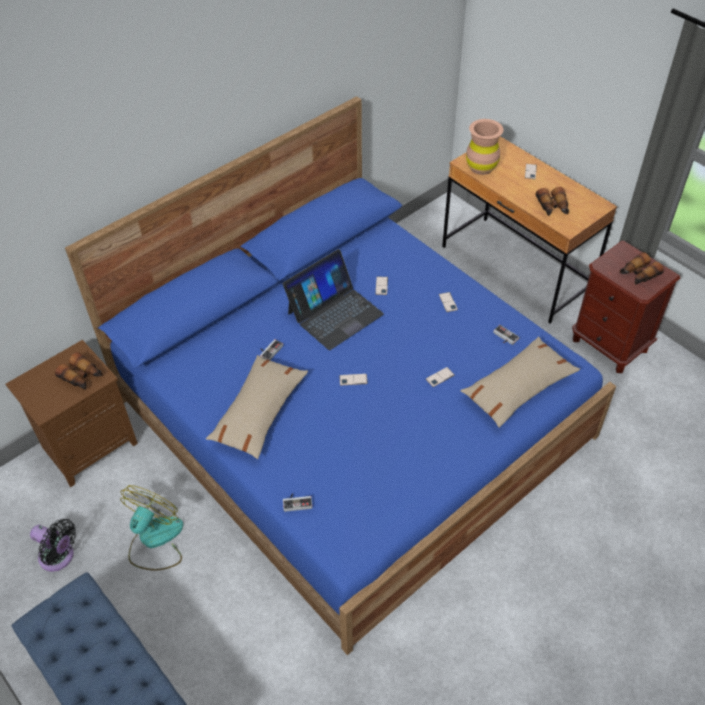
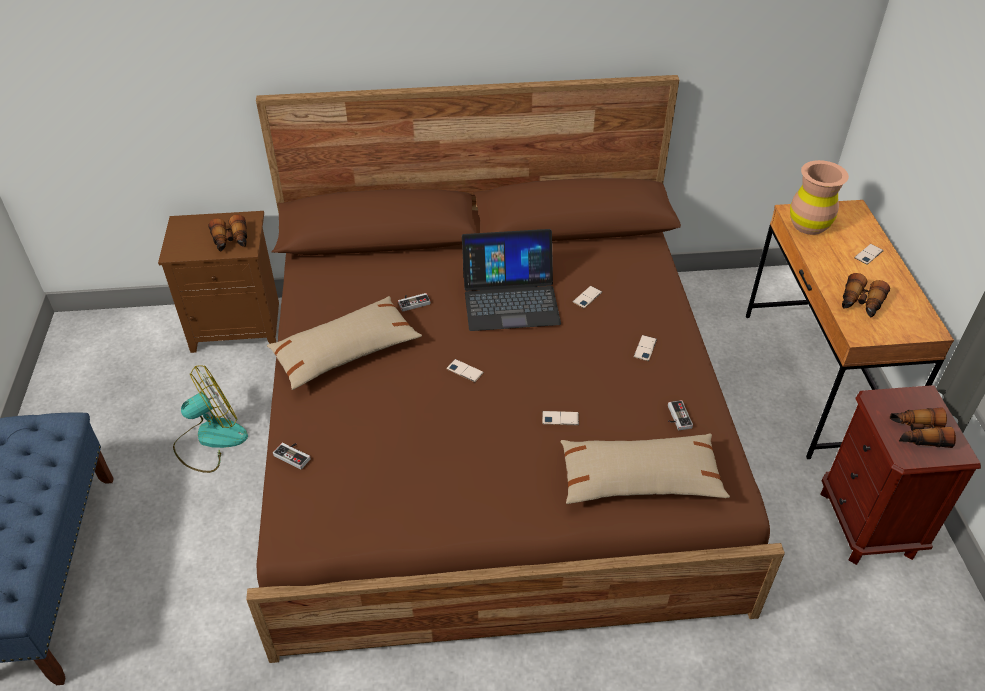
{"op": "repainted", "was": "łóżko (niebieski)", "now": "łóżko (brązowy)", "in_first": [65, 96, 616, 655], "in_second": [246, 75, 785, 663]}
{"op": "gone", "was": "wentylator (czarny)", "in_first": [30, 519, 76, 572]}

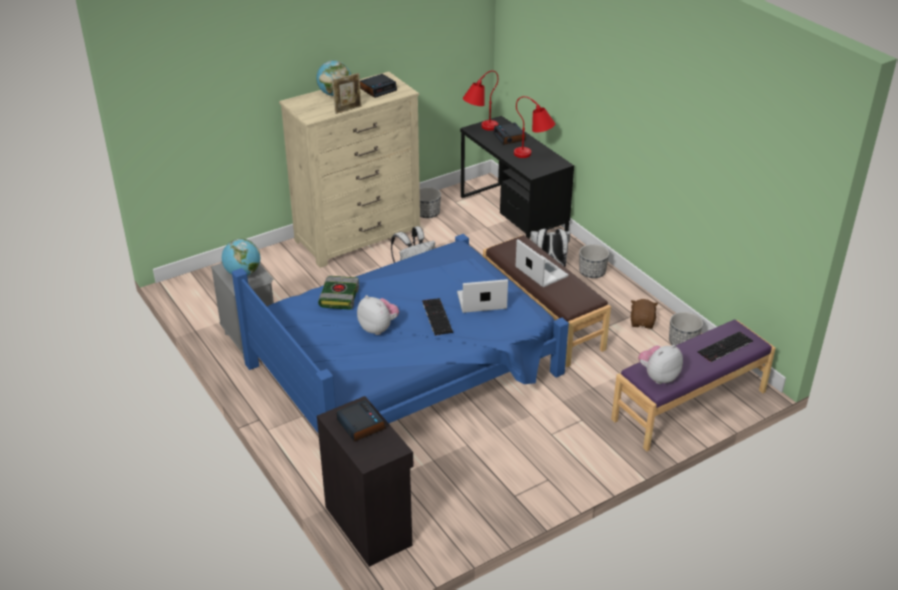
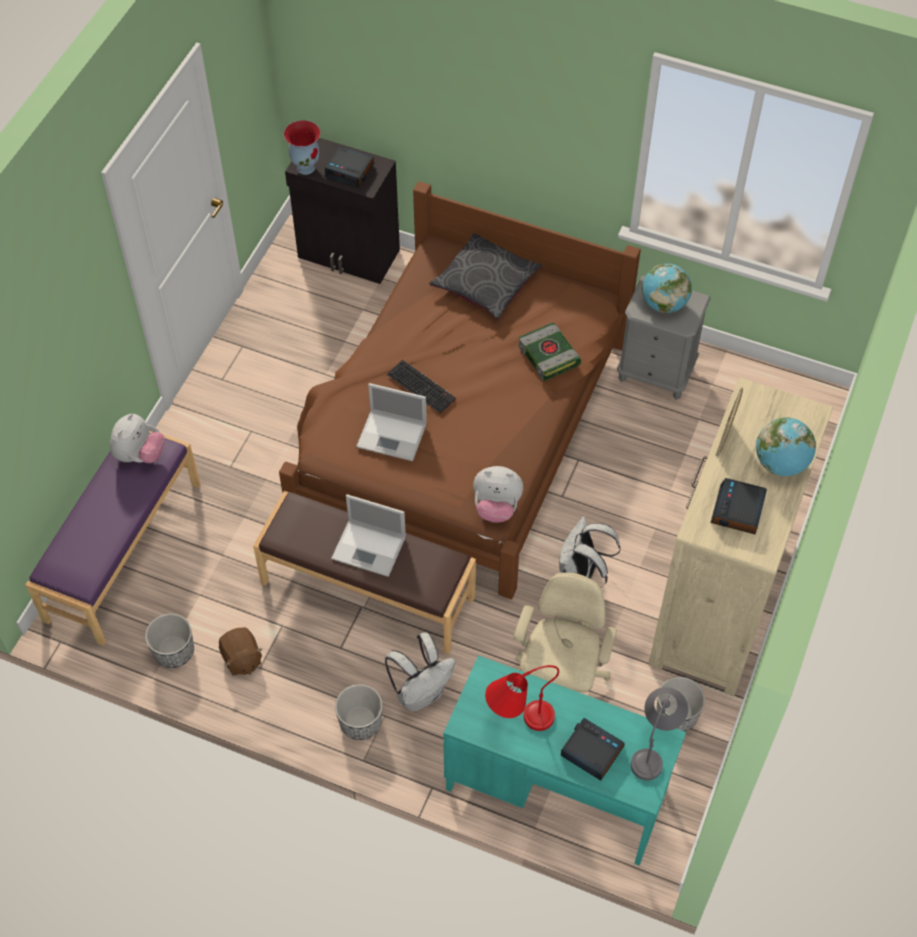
{"op": "repainted", "was": "lampa stołowa (czerwony)", "now": "lampa stołowa (szary)", "in_first": [463, 70, 498, 131], "in_second": [631, 687, 688, 780]}
{"op": "repainted", "was": "biurko (czarny)", "now": "biurko (turkusowy)", "in_first": [460, 116, 574, 239], "in_second": [443, 655, 686, 866]}
{"op": "repainted", "was": "łóżko (niebieski)", "now": "łóżko (brązowy)", "in_first": [232, 234, 569, 433], "in_second": [279, 181, 641, 599]}
{"op": "rotated", "was": "laptop", "in_first": [457, 279, 508, 313], "in_second": [356, 383, 427, 461], "clockwise": 60}
{"op": "shifted", "was": "pluszak", "in_first": [357, 295, 399, 335], "in_second": [473, 466, 523, 523]}
{"op": "gone", "was": "klawiatura", "in_first": [698, 331, 753, 362]}
{"op": "new", "now": "wazon", "in_second": [284, 120, 320, 175]}
{"op": "new", "now": "poduszka (szary)", "in_second": [429, 233, 542, 320]}
{"op": "new", "now": "krzesło biurowe (beżowy)", "in_second": [514, 573, 617, 692]}

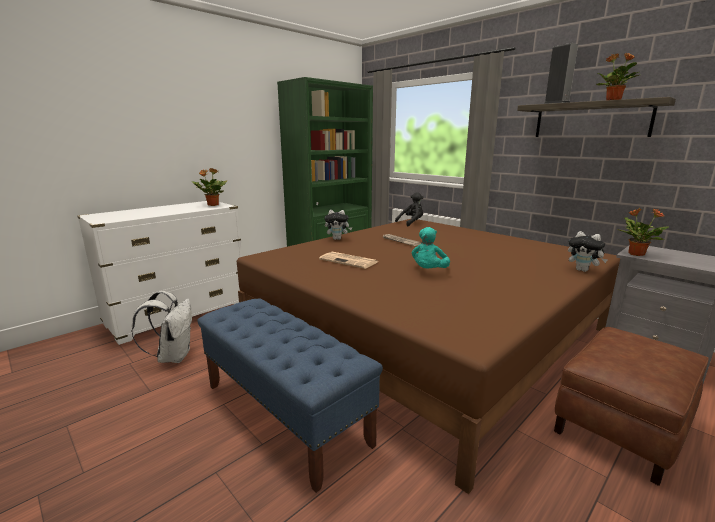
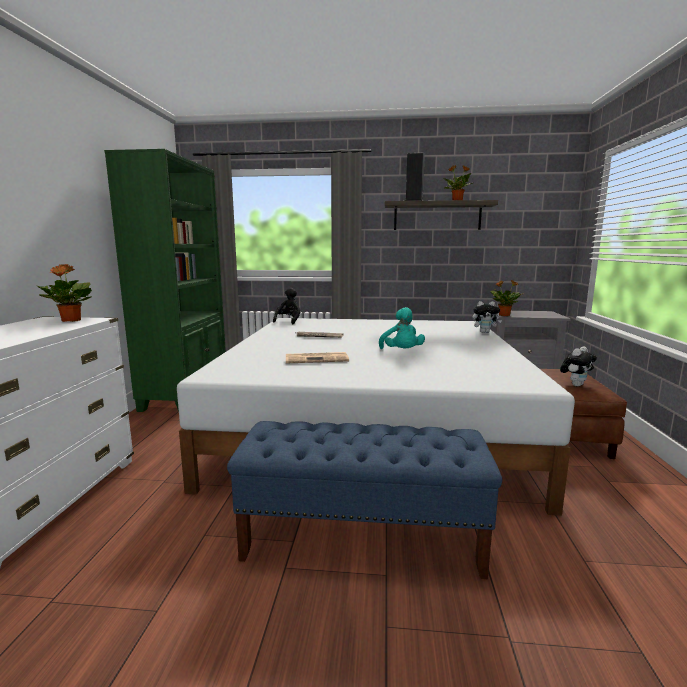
{"op": "shifted", "was": "pluszak", "in_first": [325, 210, 352, 240], "in_second": [560, 346, 597, 387]}
{"op": "repainted", "was": "łóżko (brązowy)", "now": "łóżko (biały)", "in_first": [237, 219, 620, 494], "in_second": [177, 318, 575, 516]}
{"op": "gone", "was": "plecak (biały)", "in_first": [131, 291, 192, 363]}

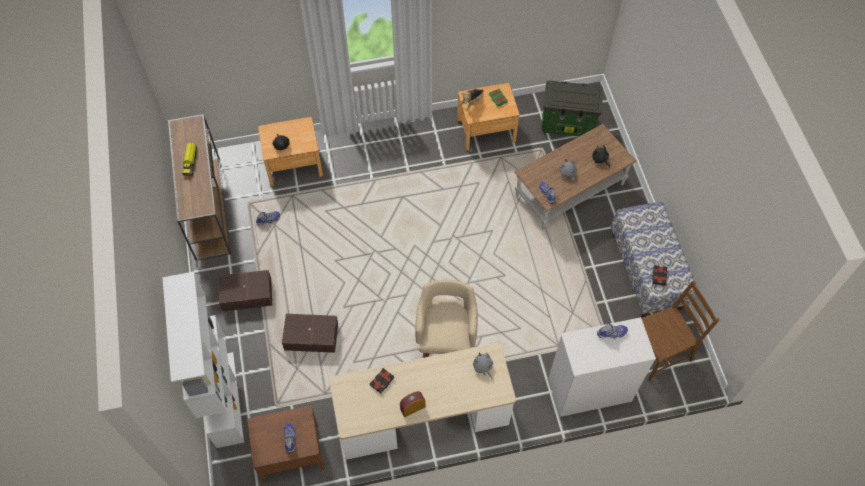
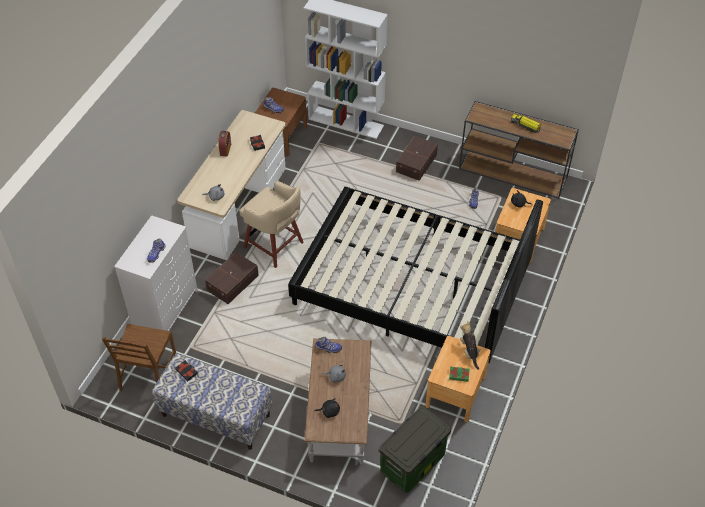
{"op": "shifted", "was": "pojemnik do przechowywania (brązowy)", "in_first": [282, 314, 338, 353], "in_second": [205, 252, 259, 304]}
{"op": "new", "now": "łóżko (czarny)", "in_second": [288, 187, 543, 364]}

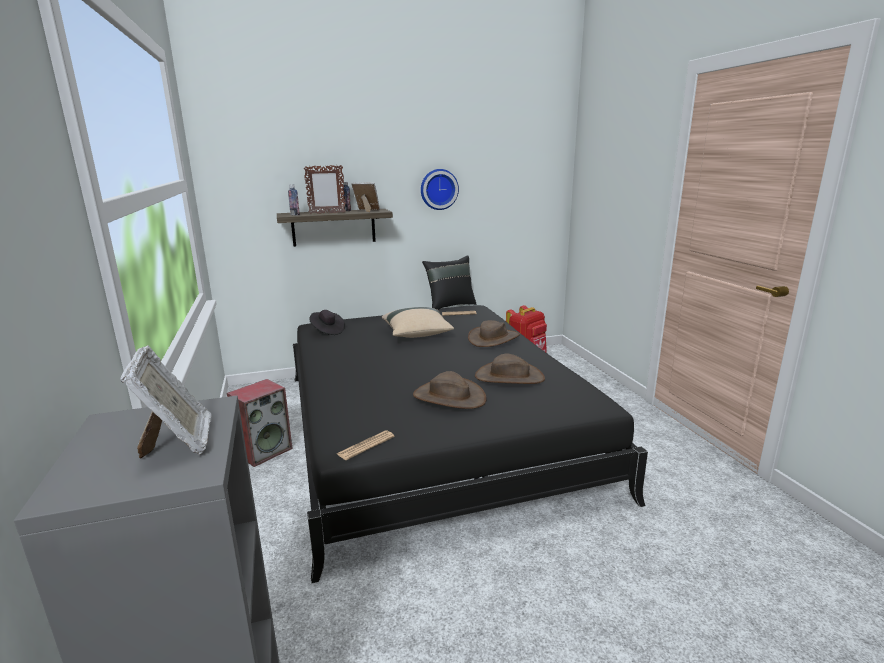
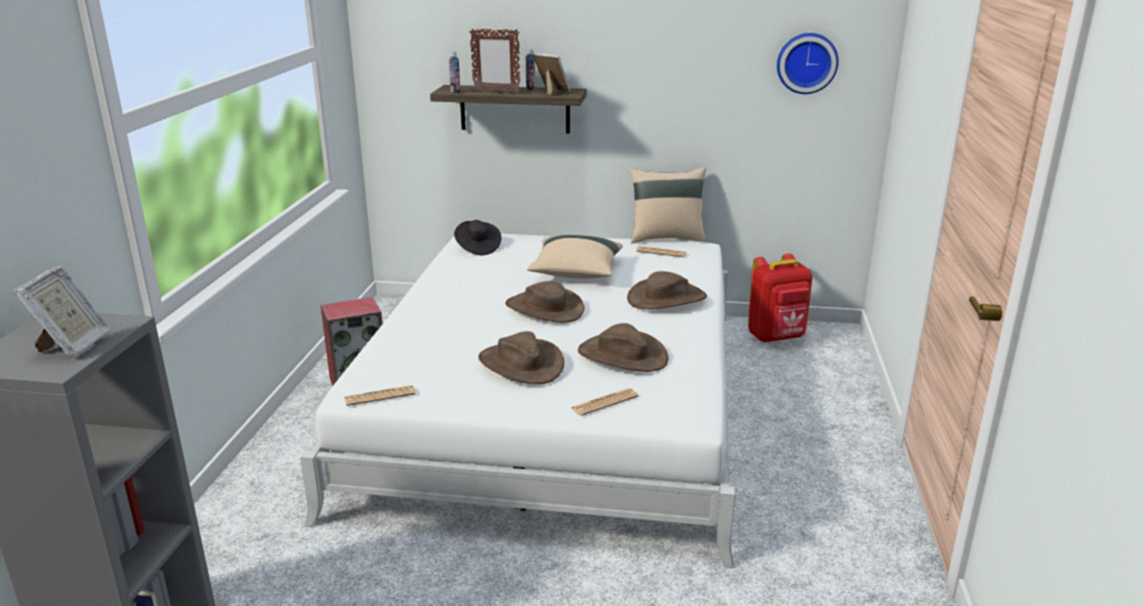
{"op": "shifted", "was": "zegar ścienny", "in_first": [421, 169, 459, 210], "in_second": [777, 33, 839, 94]}
{"op": "repainted", "was": "poduszka (czarny)", "now": "poduszka (beżowy)", "in_first": [422, 255, 476, 310], "in_second": [629, 167, 706, 244]}
{"op": "repainted", "was": "łóżko (czarny)", "now": "łóżko (biały)", "in_first": [293, 305, 648, 583], "in_second": [300, 234, 735, 568]}
{"op": "new", "now": "kapelusz (brązowy)", "in_second": [505, 281, 584, 323]}
{"op": "new", "now": "gazeta", "in_second": [571, 388, 638, 416]}

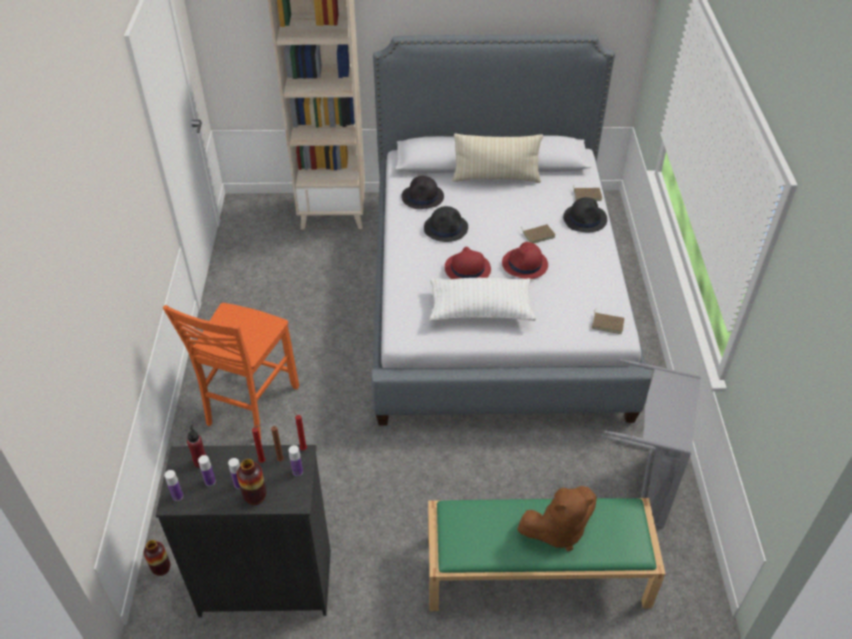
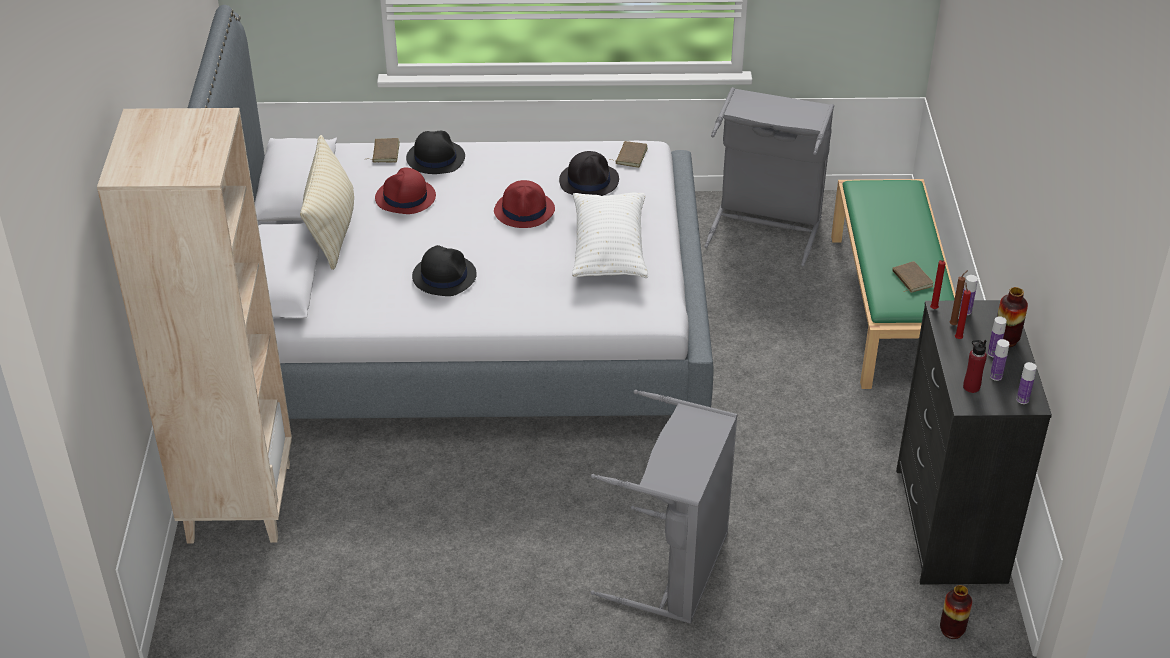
{"op": "shifted", "was": "kapelusz (czarny)", "in_first": [401, 176, 444, 209], "in_second": [559, 151, 619, 196]}
{"op": "shifted", "was": "książka (brązowy)", "in_first": [521, 225, 556, 243], "in_second": [892, 261, 934, 293]}
{"op": "shifted", "was": "kapelusz (czerwony)", "in_first": [445, 247, 491, 279], "in_second": [375, 167, 436, 214]}
{"op": "swapped", "was": "krzesło (pomarańczowy)", "now": "kosz na pranie (szary)", "in_first": [163, 303, 299, 440], "in_second": [591, 390, 738, 624]}
{"op": "gone", "was": "pluszak (brązowy)", "in_first": [517, 486, 597, 551]}

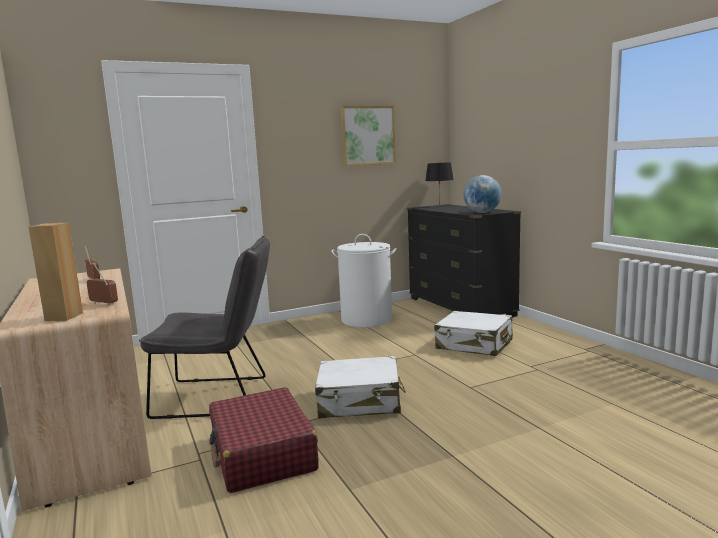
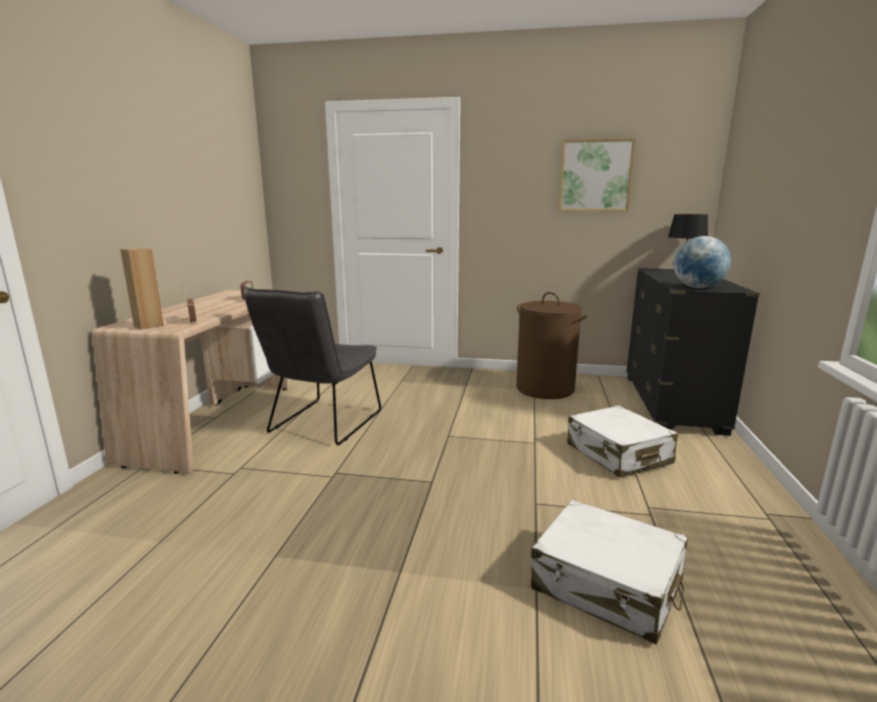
{"op": "repainted", "was": "kosz na pranie (biały)", "now": "kosz na pranie (brązowy)", "in_first": [332, 234, 397, 328], "in_second": [516, 292, 587, 399]}
{"op": "rotated", "was": "krzesło (szary)", "in_first": [139, 236, 270, 419], "in_second": [244, 287, 381, 445], "clockwise": 75}
{"op": "shifted", "was": "walizka (biały)", "in_first": [315, 356, 406, 418], "in_second": [531, 500, 688, 644]}
{"op": "gone", "was": "walizka (czerwony)", "in_first": [209, 387, 319, 493]}

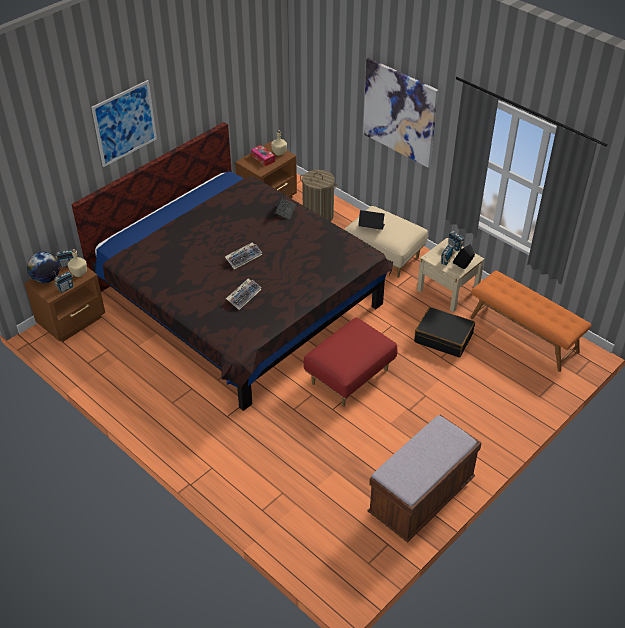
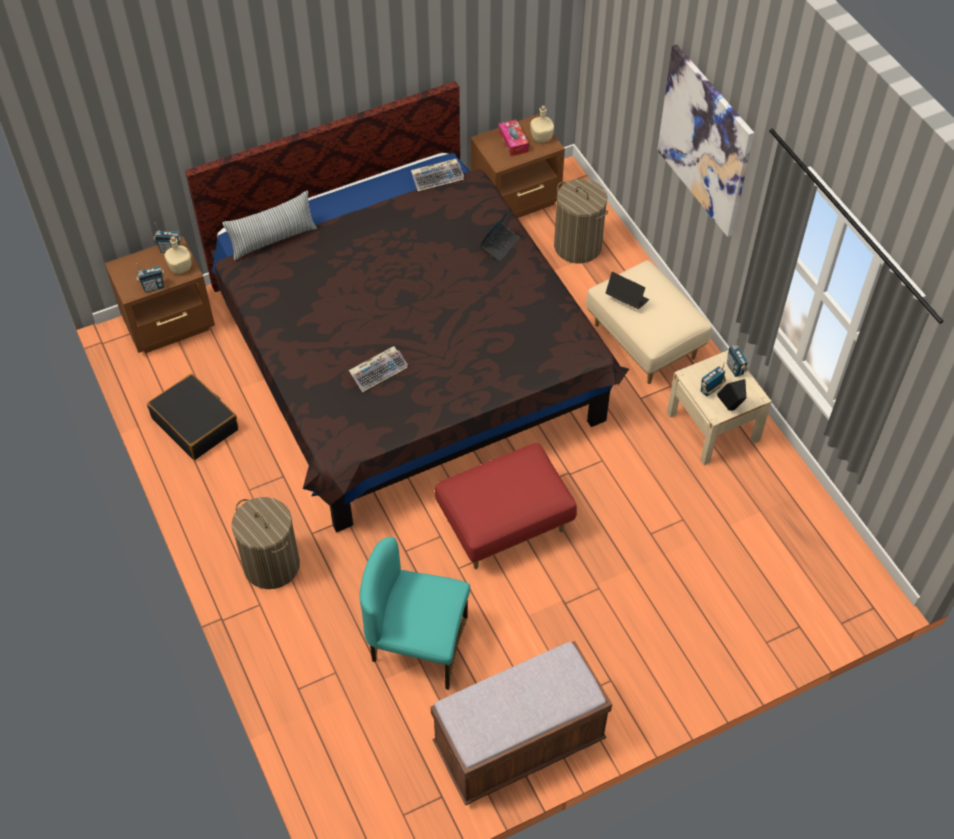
{"op": "gone", "was": "obraz", "in_first": [91, 80, 157, 167]}
{"op": "shifted", "was": "klawiatura", "in_first": [225, 242, 262, 270], "in_second": [411, 159, 464, 191]}
{"op": "gone", "was": "globus", "in_first": [27, 252, 60, 283]}
{"op": "gone", "was": "ławka (pomarańczowy)", "in_first": [470, 270, 591, 372]}
{"op": "shifted", "was": "walizka (czarny)", "in_first": [414, 307, 475, 357], "in_second": [147, 374, 238, 460]}
{"op": "new", "now": "poduszka", "in_second": [222, 191, 317, 261]}
{"op": "new", "now": "kosz na pranie", "in_second": [232, 497, 300, 589]}
{"op": "new", "now": "krzesło (turkusowy)", "in_second": [360, 537, 470, 690]}

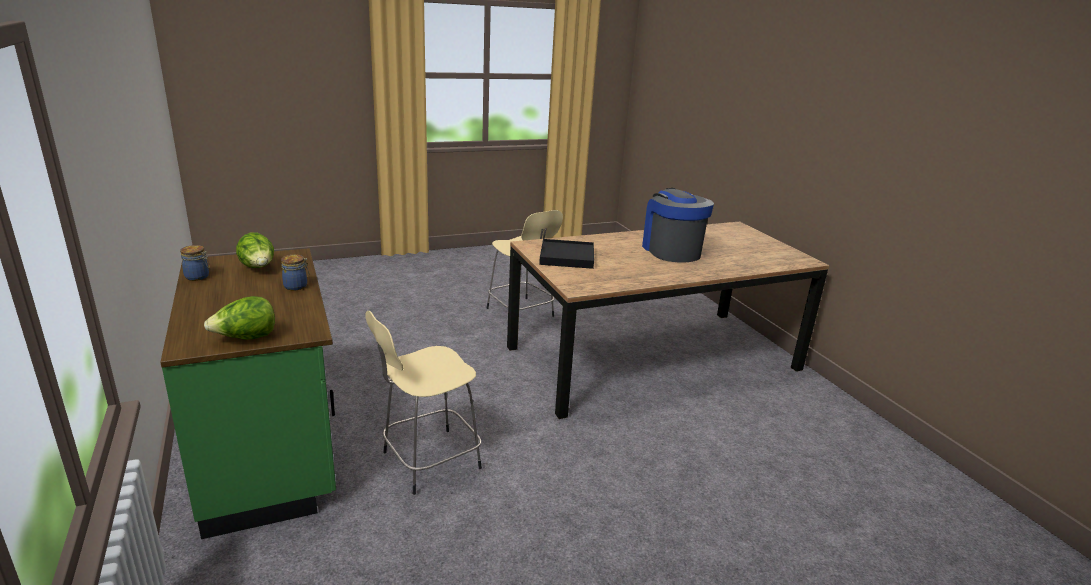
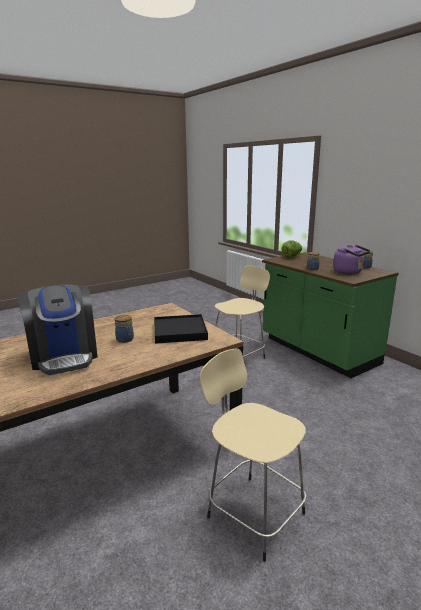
{"op": "swapped", "was": "sałata", "now": "czajnik (fioletowy)", "in_first": [236, 232, 274, 268], "in_second": [333, 245, 370, 274]}
{"op": "new", "now": "słoik", "in_second": [115, 315, 134, 343]}

